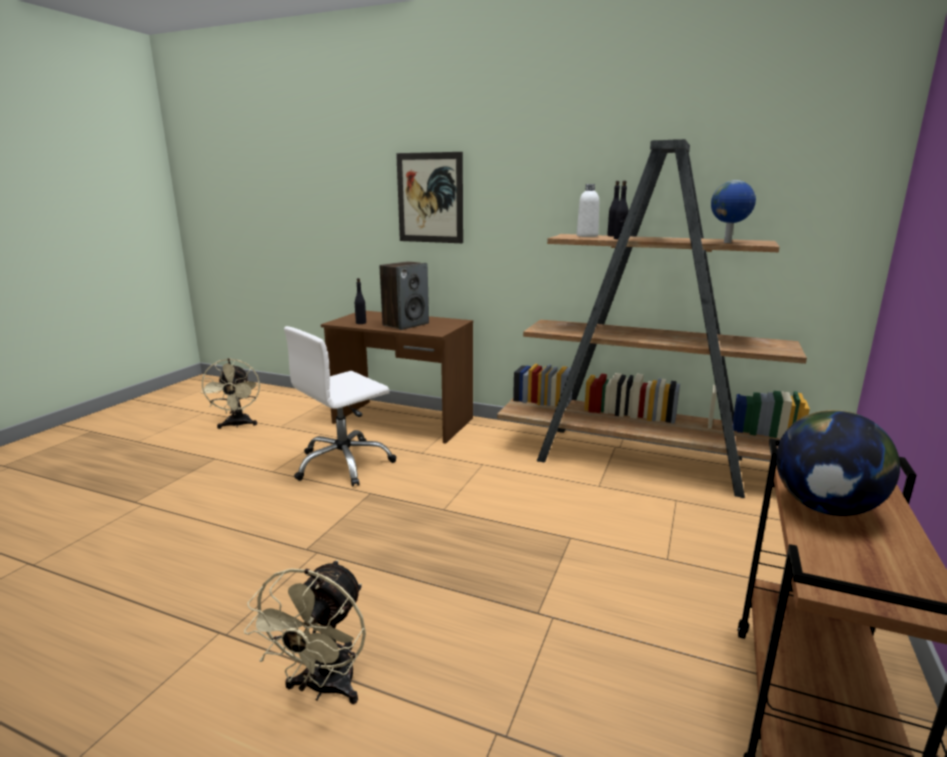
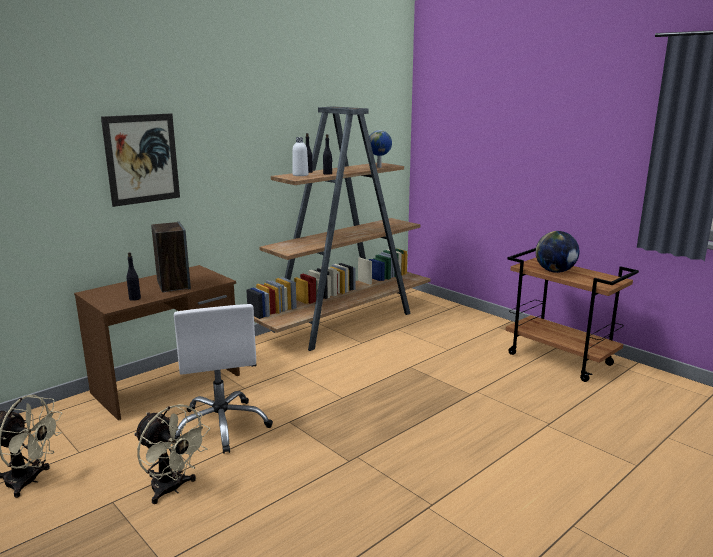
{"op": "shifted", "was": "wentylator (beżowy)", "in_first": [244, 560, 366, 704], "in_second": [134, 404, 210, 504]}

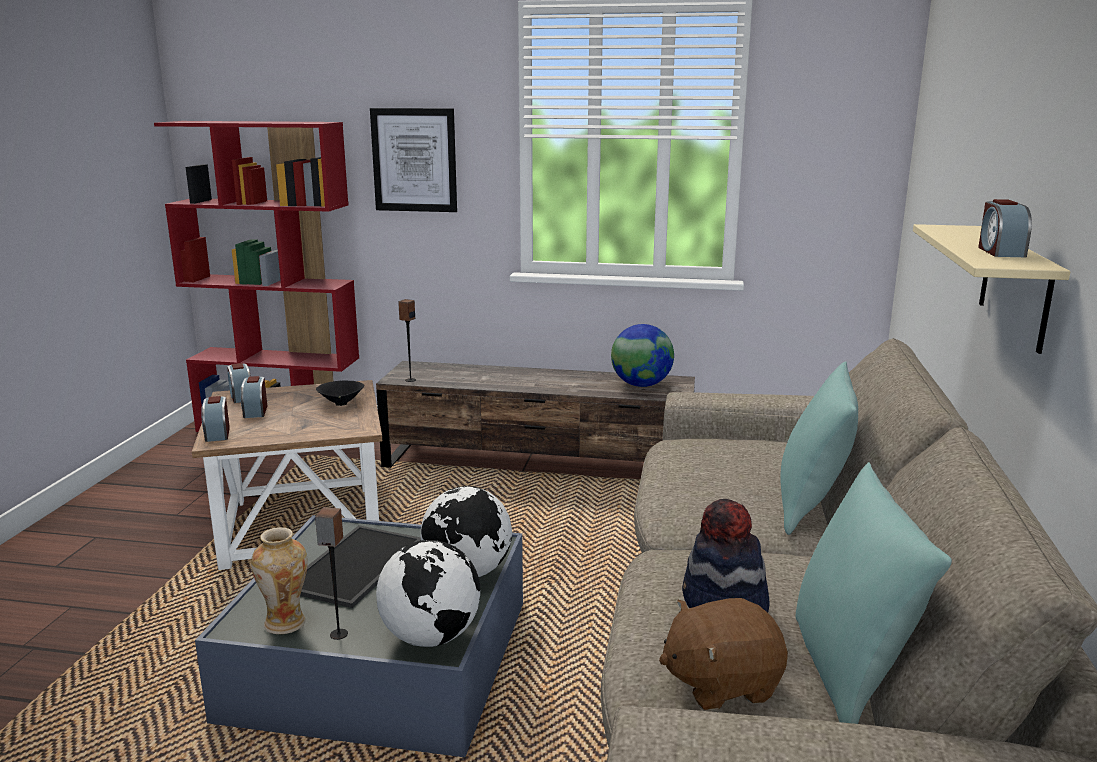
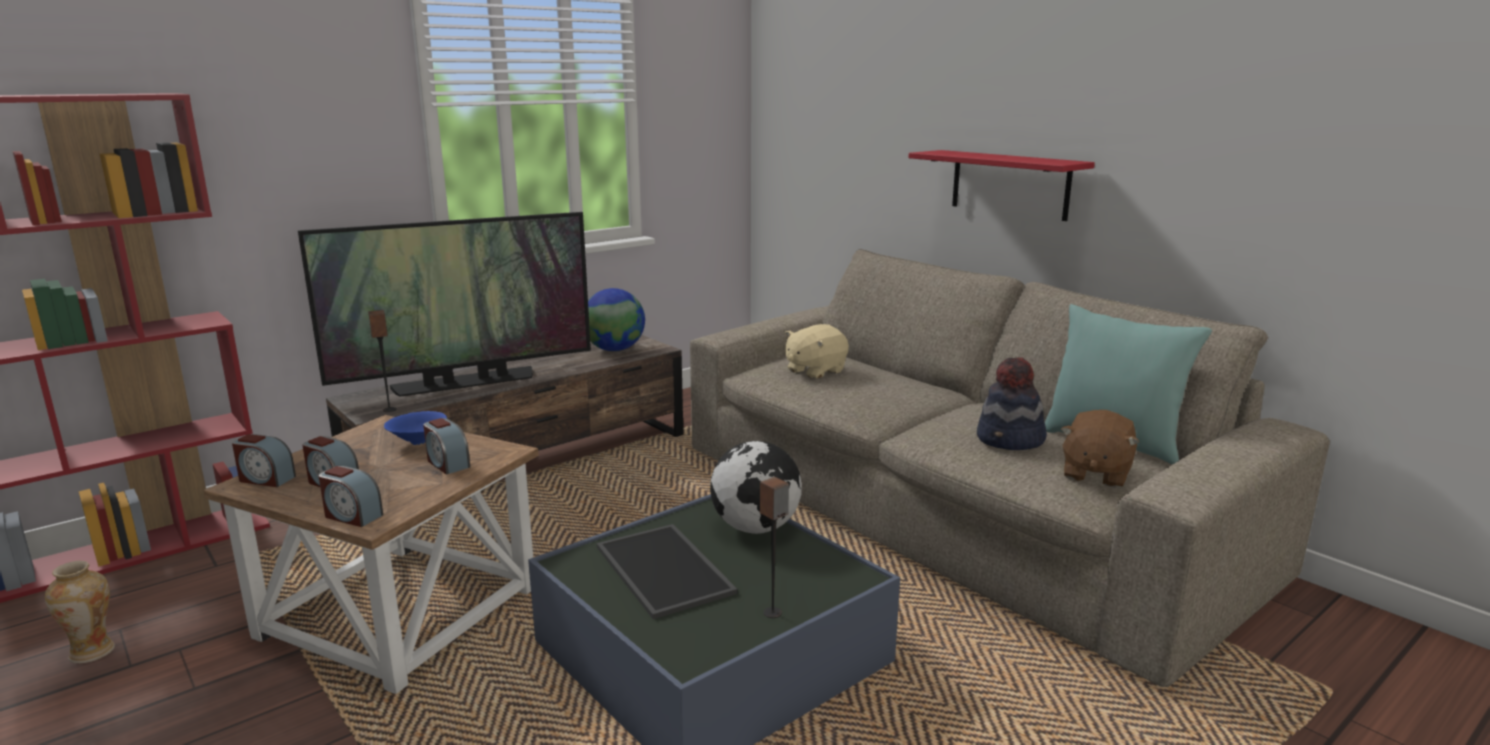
{"op": "gone", "was": "obraz", "in_first": [370, 108, 457, 212]}
{"op": "shifted", "was": "budzik", "in_first": [978, 199, 1032, 257], "in_second": [423, 418, 470, 474]}
{"op": "repainted", "was": "półka (beżowy)", "now": "półka (czerwony)", "in_first": [913, 224, 1070, 354], "in_second": [909, 150, 1095, 221]}
{"op": "gone", "was": "poduszka (turkusowy)", "in_first": [780, 362, 858, 535]}
{"op": "repainted", "was": "miska (czarny)", "now": "miska (niebieski)", "in_first": [316, 381, 364, 406], "in_second": [384, 411, 447, 445]}
{"op": "shifted", "was": "wazon", "in_first": [251, 527, 308, 634], "in_second": [45, 561, 115, 664]}
{"op": "gone", "was": "globus", "in_first": [376, 540, 480, 647]}
{"op": "new", "now": "telewizor", "in_second": [298, 212, 591, 397]}
{"op": "new", "now": "pluszak (beżowy)", "in_second": [785, 324, 849, 379]}

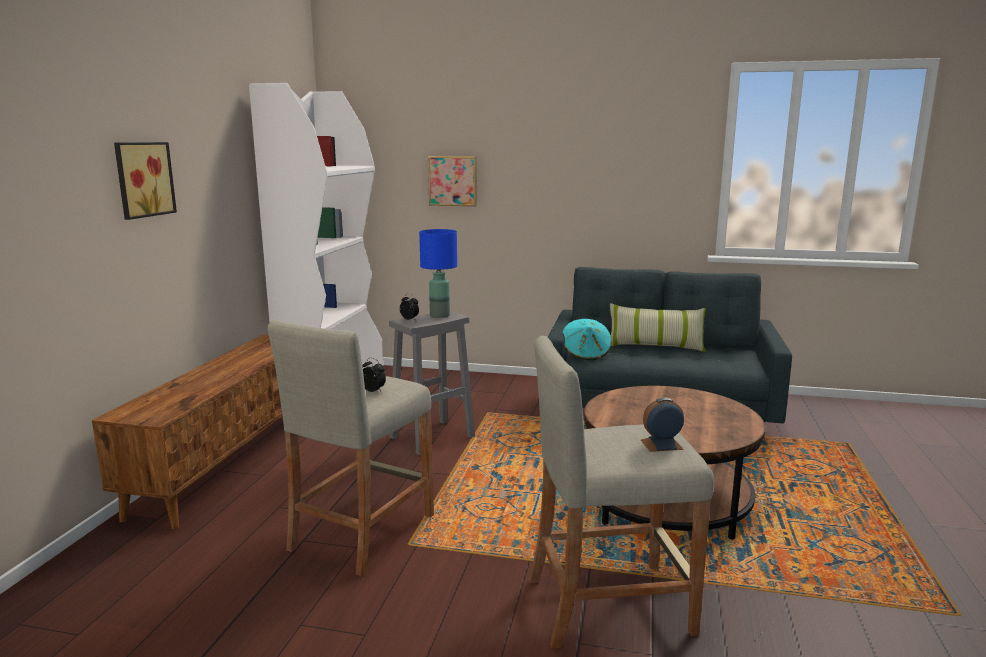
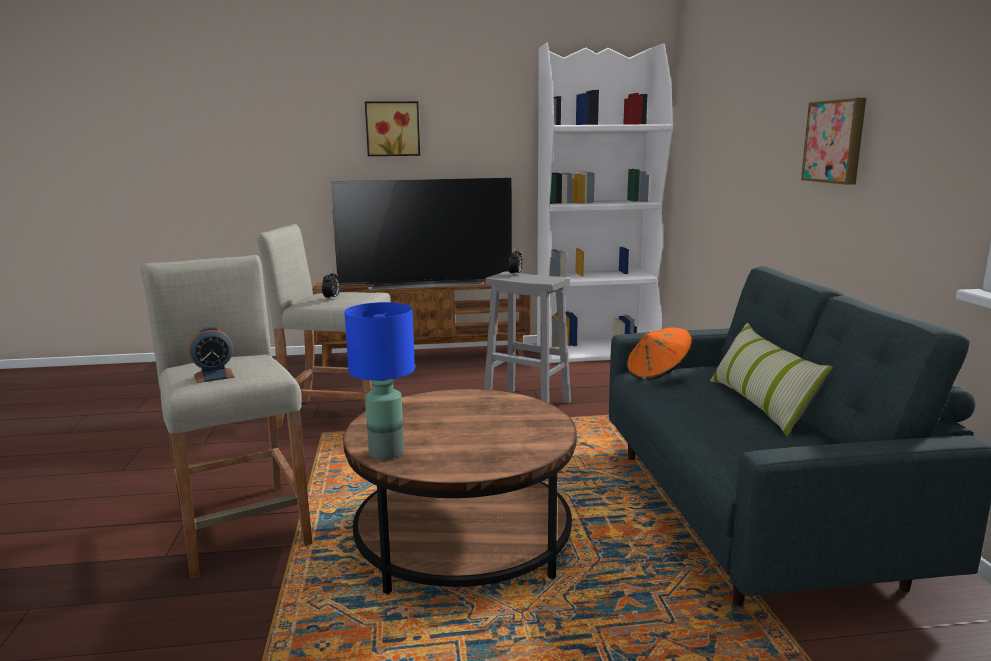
{"op": "shifted", "was": "obraz", "in_first": [428, 156, 477, 206], "in_second": [801, 98, 866, 185]}
{"op": "shifted", "was": "lampa stołowa (niebieski)", "in_first": [419, 229, 457, 318], "in_second": [345, 302, 415, 460]}
{"op": "repainted", "was": "kapelusz (turkusowy)", "now": "kapelusz (pomarańczowy)", "in_first": [563, 319, 612, 360], "in_second": [627, 327, 692, 381]}
{"op": "rotated", "was": "budzik", "in_first": [641, 398, 684, 452], "in_second": [188, 327, 235, 383], "clockwise": 90}
{"op": "new", "now": "telewizor", "in_second": [331, 178, 512, 290]}

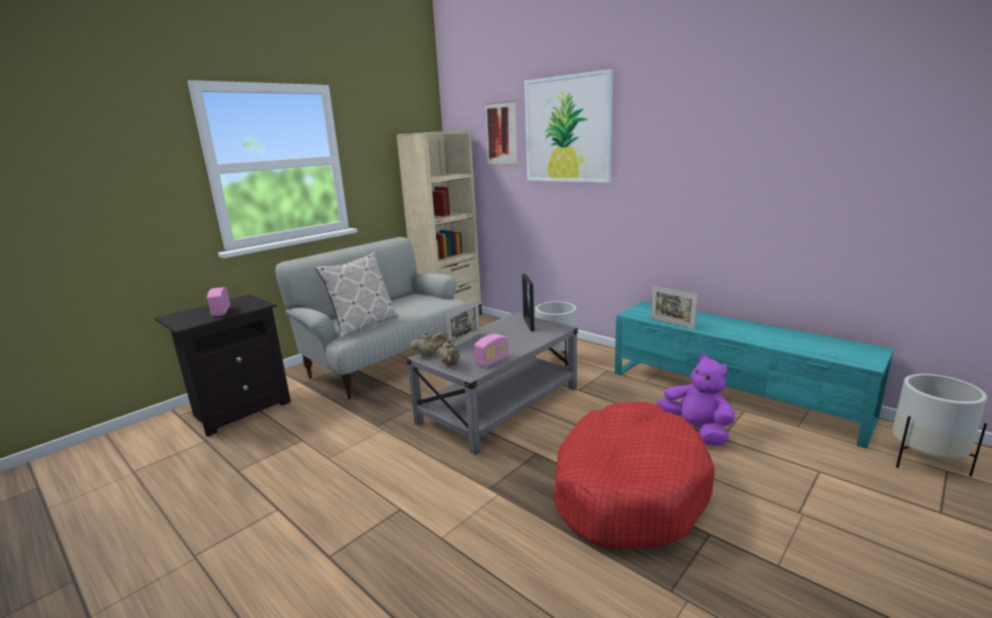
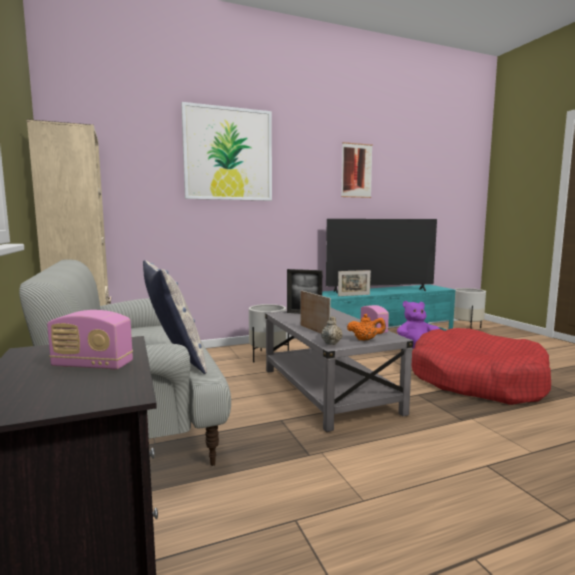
{"op": "shifted", "was": "obraz", "in_first": [485, 101, 518, 165], "in_second": [341, 142, 373, 198]}
{"op": "repainted", "was": "imbryk (beżowy)", "now": "imbryk (pomarańczowy)", "in_first": [439, 339, 460, 365], "in_second": [347, 314, 386, 341]}
{"op": "new", "now": "telewizor", "in_second": [326, 219, 437, 293]}

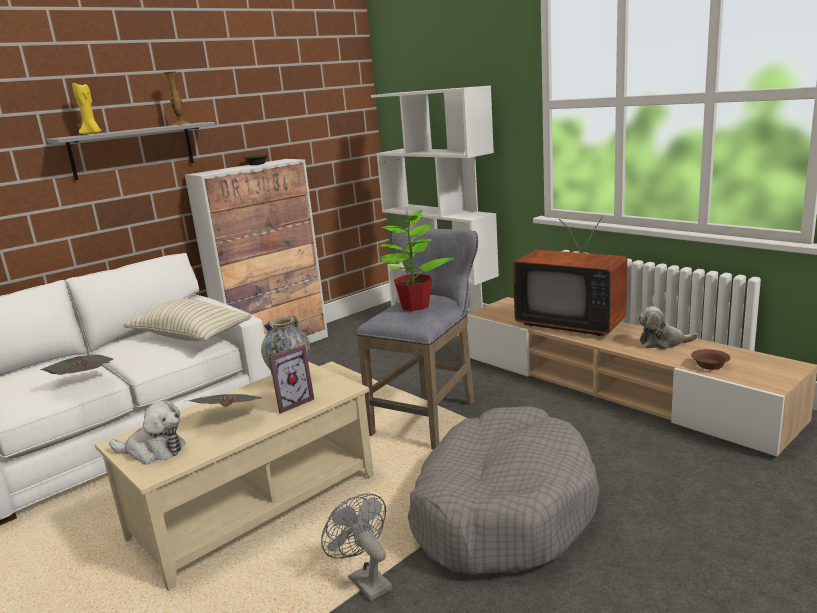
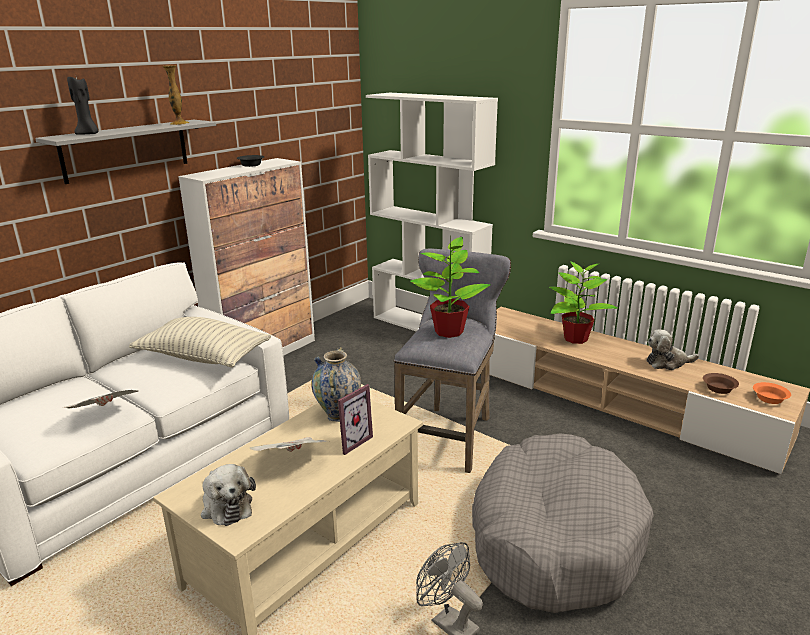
{"op": "repainted", "was": "świeca (żółty)", "now": "świeca (czarny)", "in_first": [72, 83, 102, 134], "in_second": [67, 77, 98, 135]}
{"op": "swapped", "was": "telewizor", "now": "roślina doniczkowa", "in_first": [513, 217, 627, 336], "in_second": [549, 261, 618, 344]}
{"op": "rotated", "was": "pluszak", "in_first": [109, 400, 185, 465], "in_second": [201, 464, 256, 526], "clockwise": 60}
{"op": "new", "now": "miska (pomarańczowy)", "in_second": [753, 382, 791, 404]}

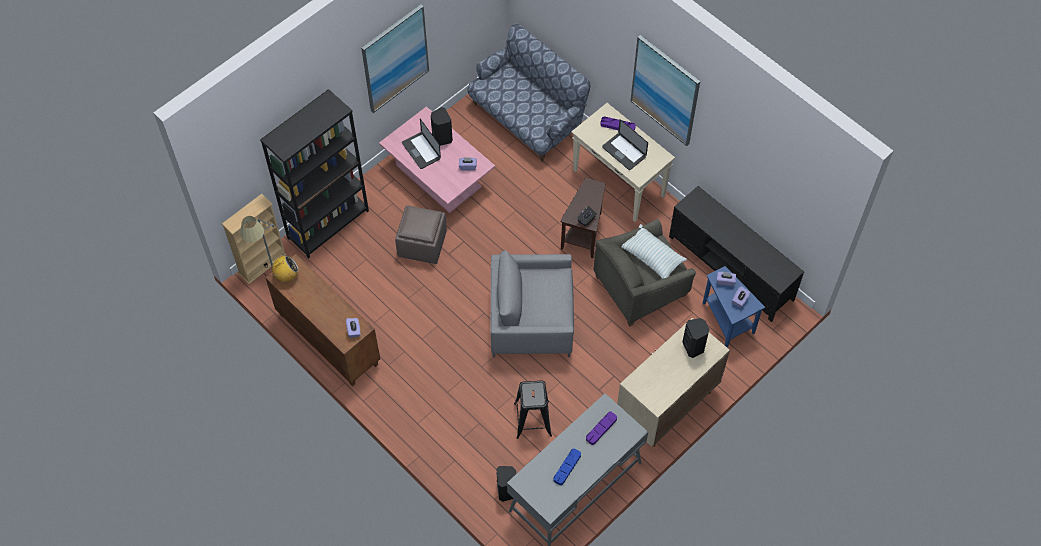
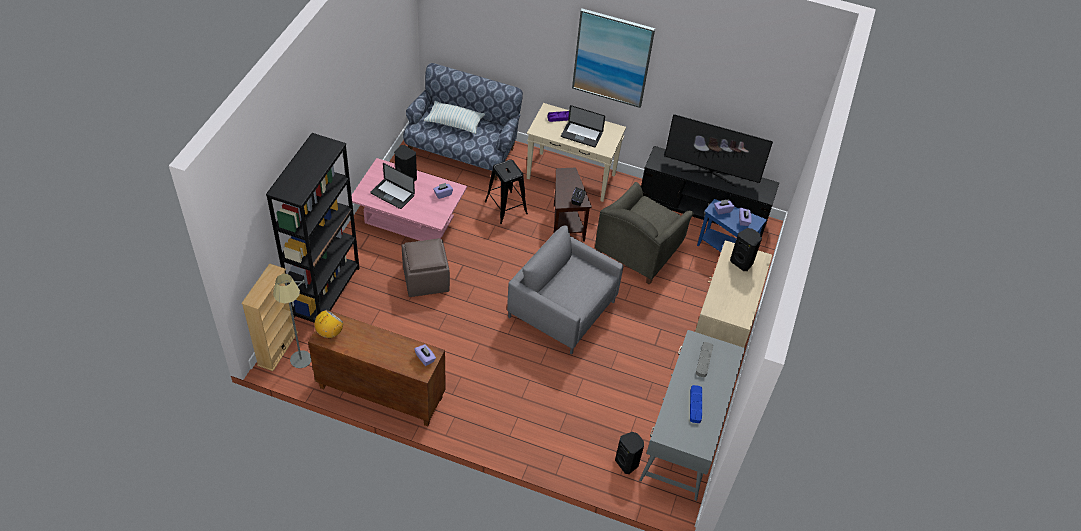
{"op": "gone", "was": "obraz", "in_first": [361, 4, 429, 113]}
{"op": "shifted", "was": "poduszka", "in_first": [621, 224, 687, 279], "in_second": [424, 101, 485, 134]}
{"op": "rotated", "was": "fotel (szary)", "in_first": [491, 250, 574, 358], "in_second": [507, 226, 624, 355], "clockwise": 60}
{"op": "shifted", "was": "stołek (czarny)", "in_first": [514, 380, 552, 439], "in_second": [485, 159, 528, 224]}
{"op": "repainted", "was": "taca (fioletowy)", "now": "taca (szary)", "in_first": [586, 411, 617, 445], "in_second": [696, 342, 713, 377]}
{"op": "new", "now": "telewizor", "in_second": [664, 114, 773, 187]}

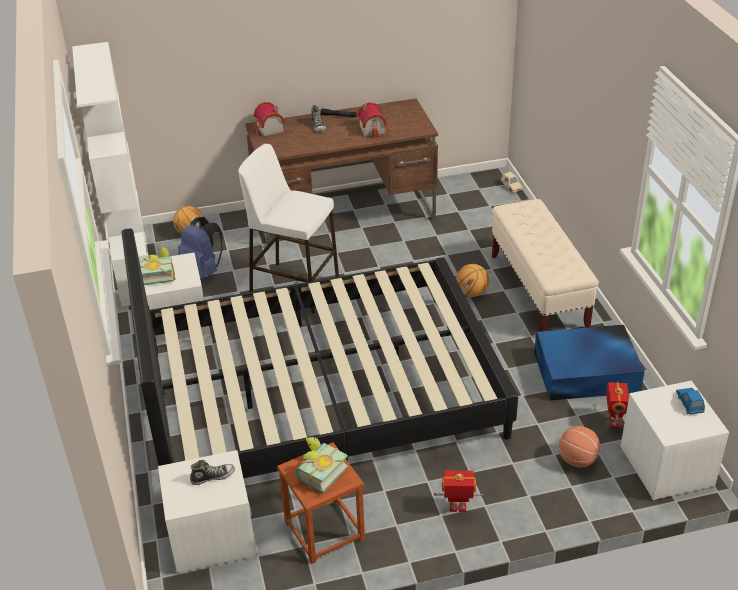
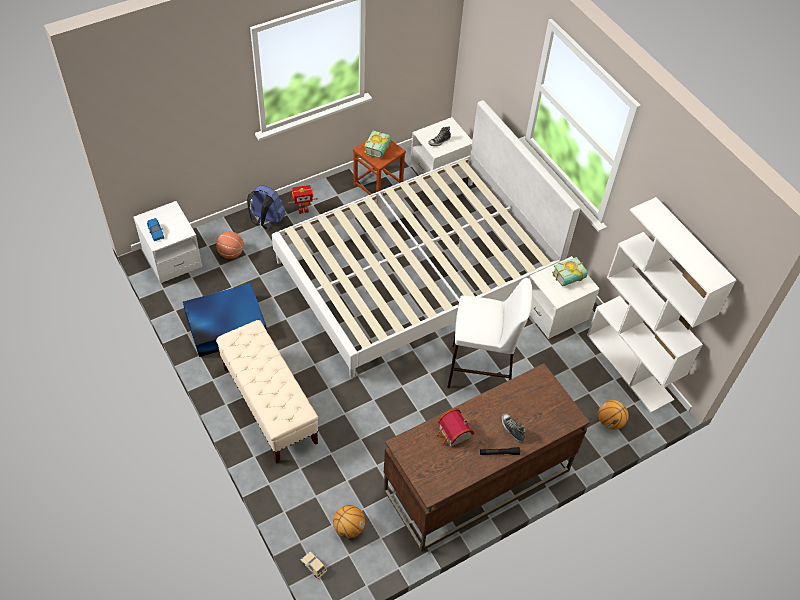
{"op": "gone", "was": "domek", "in_first": [253, 102, 285, 136]}
{"op": "shifted", "was": "plecak (niebieski)", "in_first": [178, 217, 223, 279], "in_second": [247, 185, 285, 229]}
{"op": "repainted", "was": "łóżko (czarny)", "now": "łóżko (biały)", "in_first": [122, 229, 518, 478], "in_second": [272, 100, 580, 378]}
{"op": "shifted", "was": "piłka do koszykówki", "in_first": [456, 264, 489, 297], "in_second": [333, 505, 365, 538]}
{"op": "gone", "was": "robot zabawkowy", "in_first": [606, 382, 629, 428]}

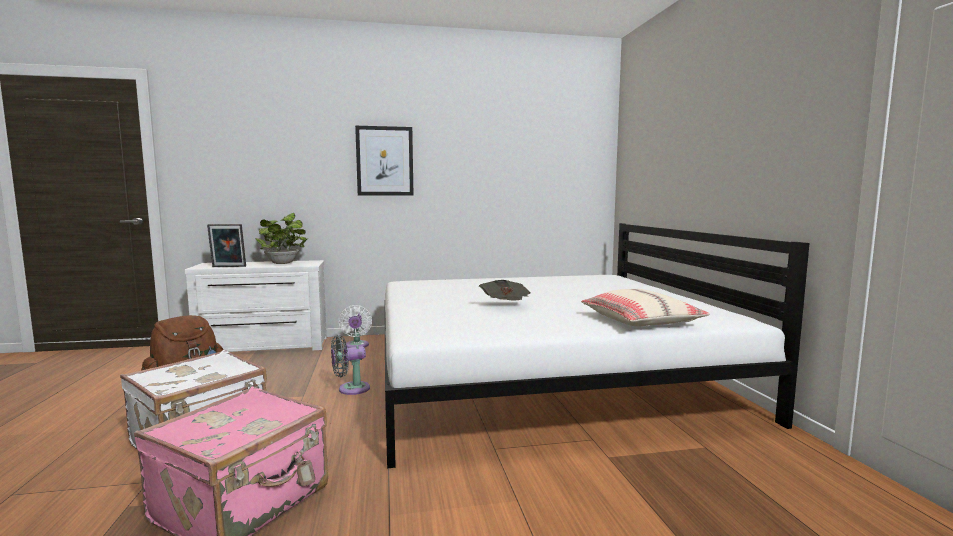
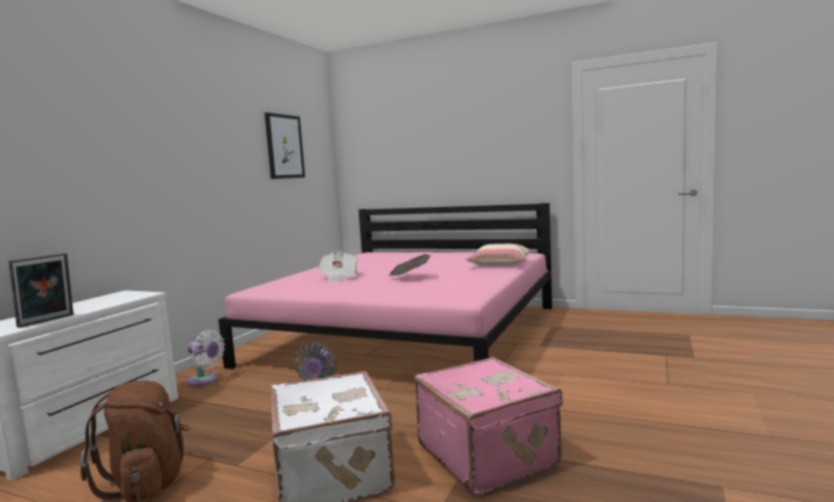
{"op": "shifted", "was": "obraz", "in_first": [355, 126, 414, 196], "in_second": [265, 112, 305, 179]}
{"op": "gone", "was": "roślina doniczkowa", "in_first": [255, 213, 309, 264]}
{"op": "repainted", "was": "łóżko (biały)", "now": "łóżko (różowy)", "in_first": [384, 223, 809, 468], "in_second": [218, 203, 552, 369]}
{"op": "new", "now": "gazeta", "in_second": [318, 251, 358, 282]}

